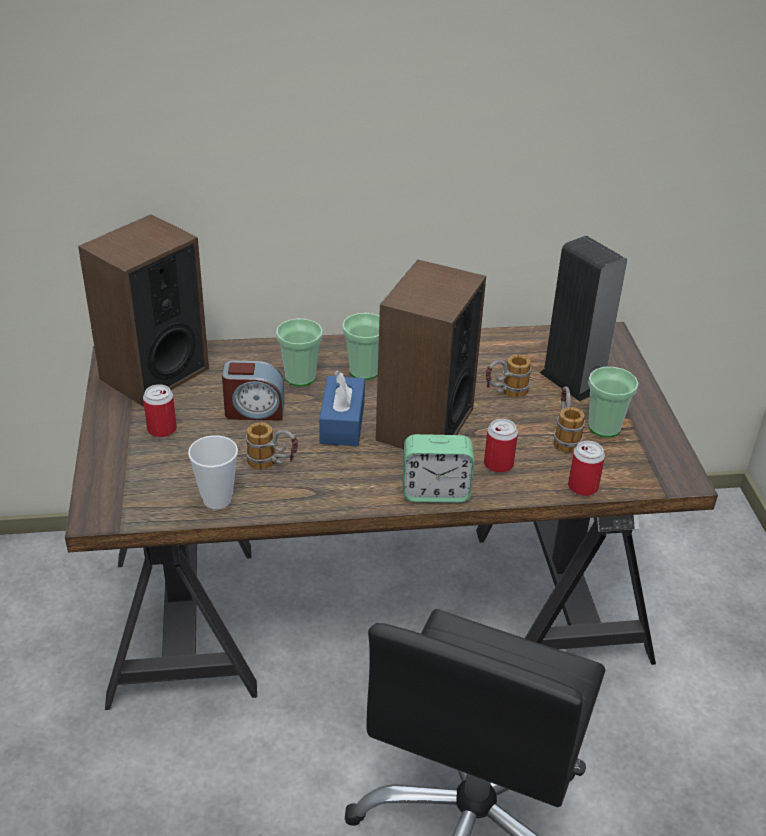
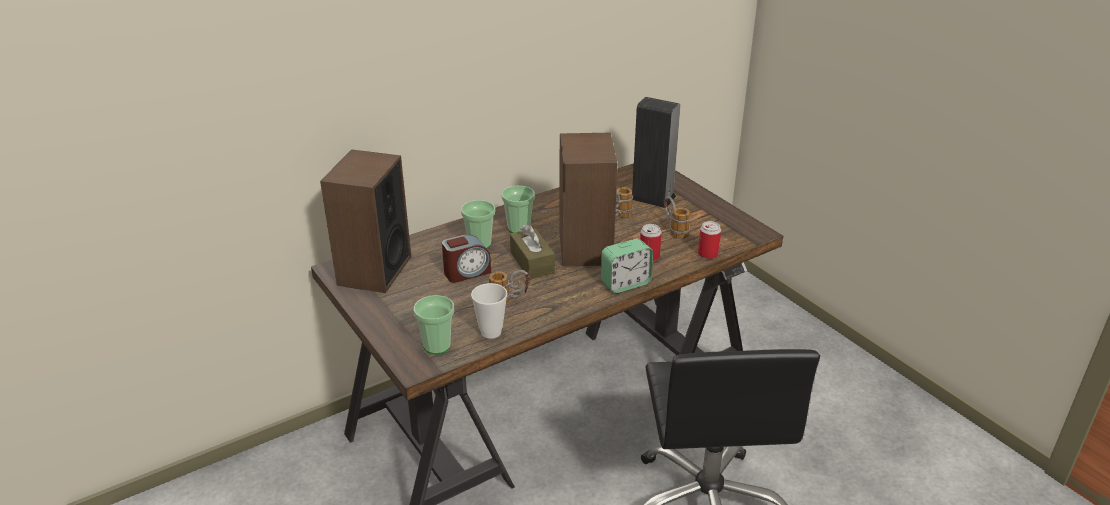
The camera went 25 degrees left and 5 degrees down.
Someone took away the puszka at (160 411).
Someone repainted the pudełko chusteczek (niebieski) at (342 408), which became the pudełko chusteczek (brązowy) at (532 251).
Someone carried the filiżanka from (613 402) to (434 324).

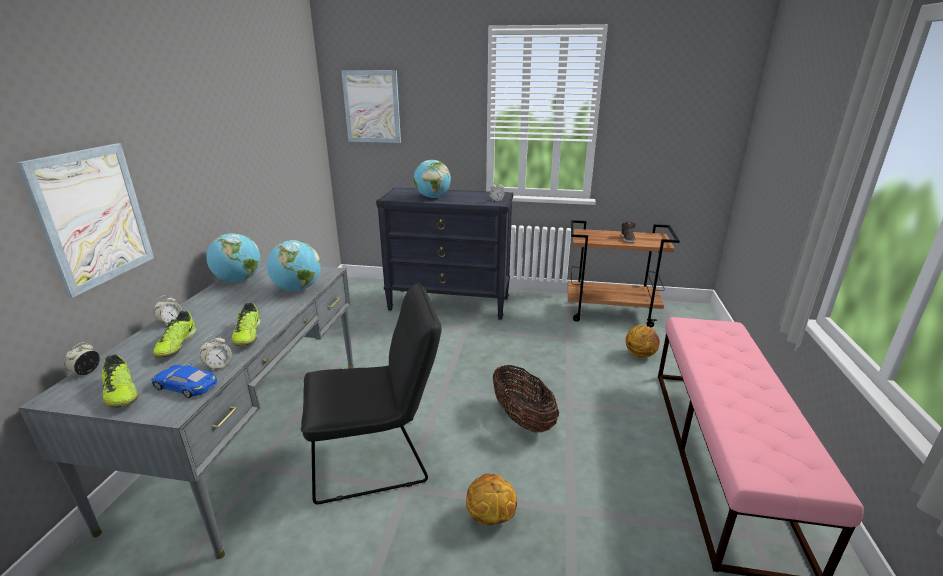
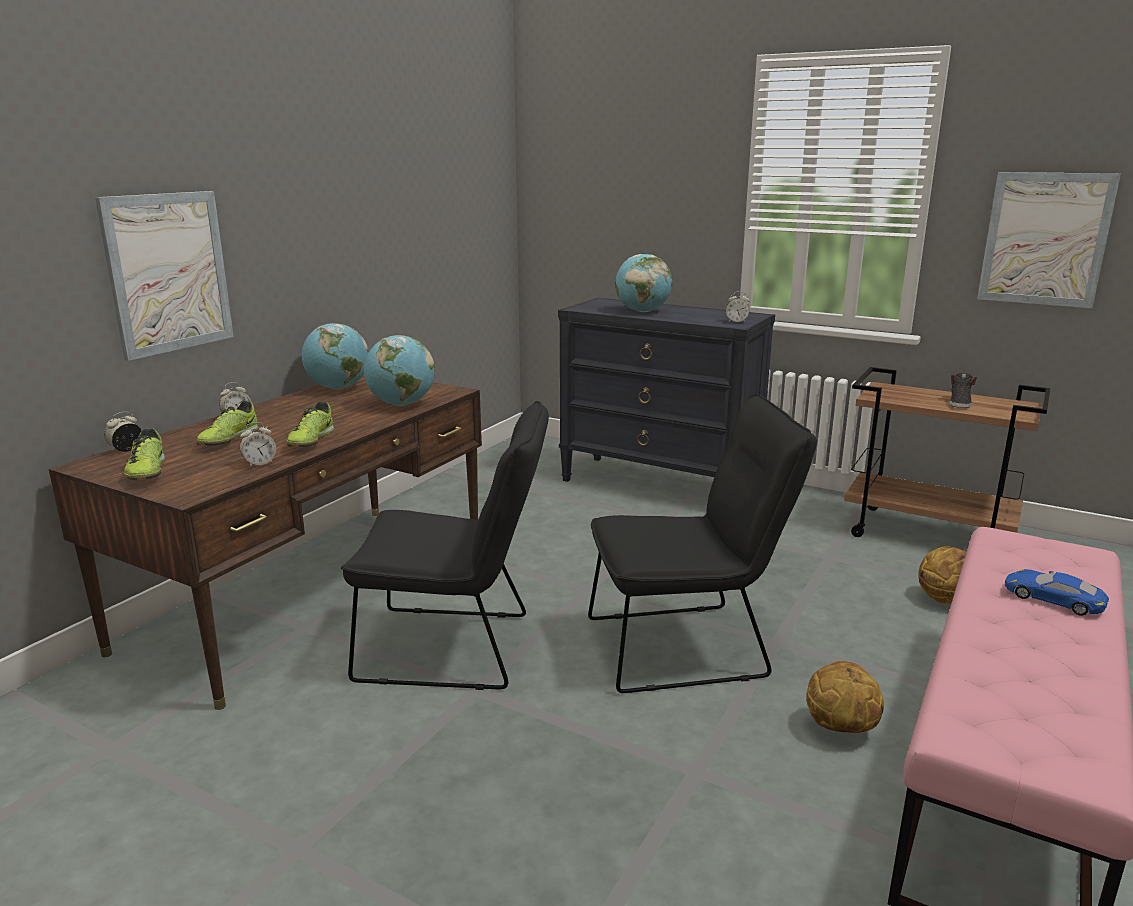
The camera went 20 degrees right and 5 degrees down.
Someone repainted the biurko (szary) at (186 410), which became the biurko (brązowy) at (265 542).
Someone carried the samochodzik (niebieski) from (184 381) to (1057 592).
Someone carried the obraz from (371 106) to (1049 240).
Someone carried the piłka do koszykówki from (491 499) to (845 697).
Someone swapped the koszyk at (526 399) for the krzesło (czarny) at (702 543).

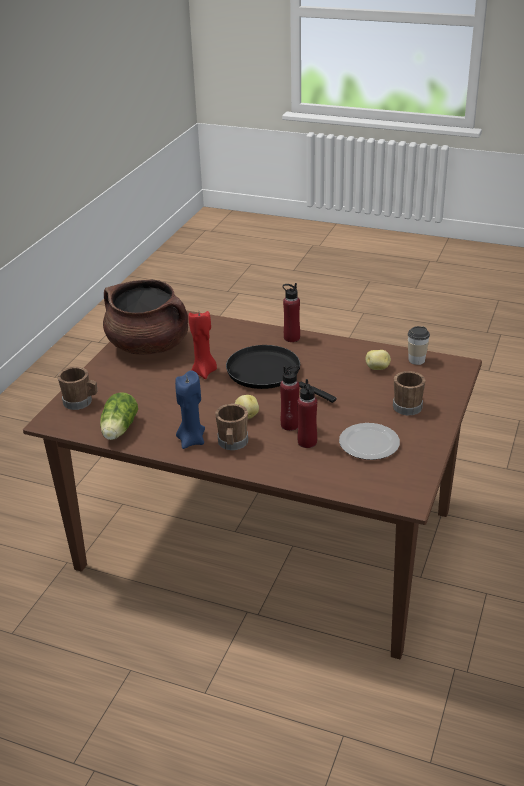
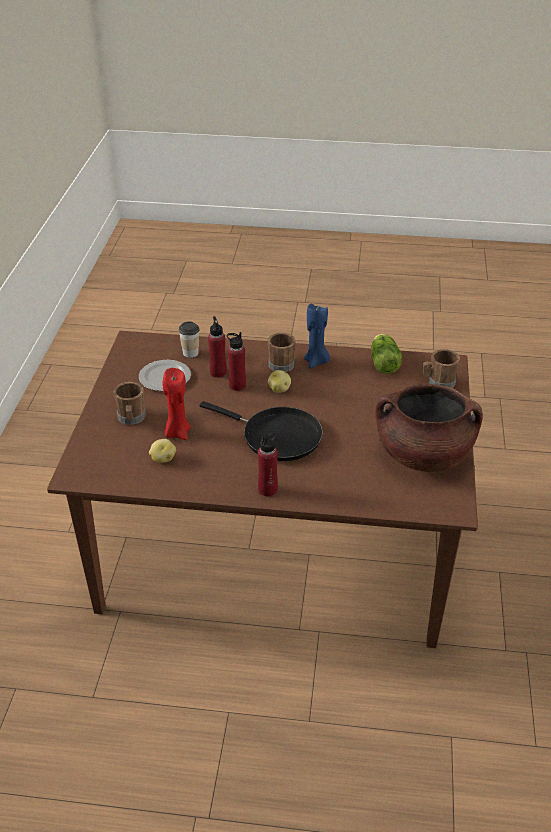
The camera went 165 degrees right and 5 degrees up.
Someone carried the świeca (czerwony) from (202 345) to (176 404).
Someone carried the filiżanka from (419 345) to (189 339).

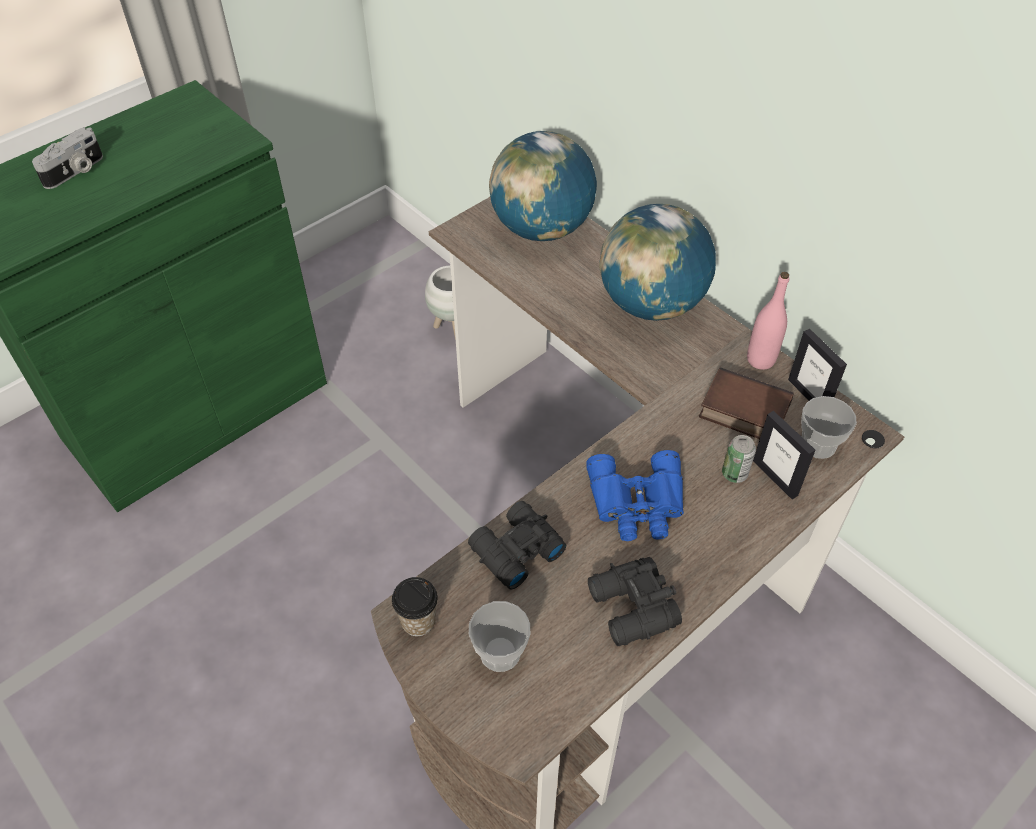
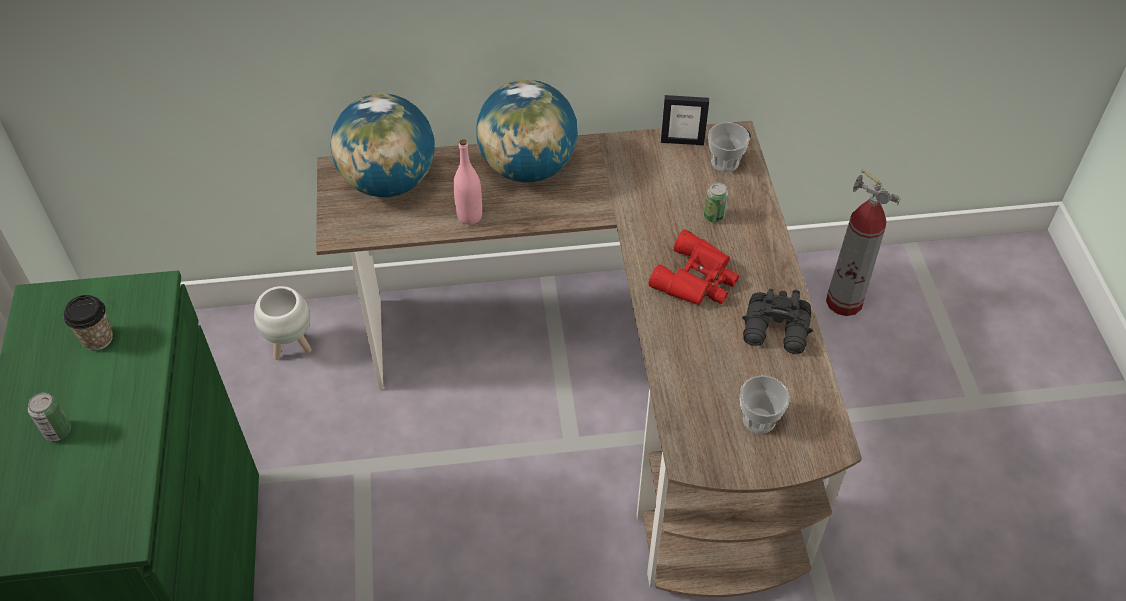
The camera went 55 degrees left and 0 degrees up.
Someone swapped the aparat fotograficzny at (67 158) for the puszka at (49 417).
Someone carried the filiżanka from (415 606) to (88 323).
Someone took away the lornetka (czarny) at (517 545).
Someone repainted the lornetka (niebieski) at (635 495), which became the lornetka (czerwony) at (694 267).
Someone took away the książka at (746 403).
Someone carried the butelka (różowy) from (768 321) to (467 182).
Someone took away the ramka na zdjęcie at (784 455).
Someone put down the gaśnica at (863 242).

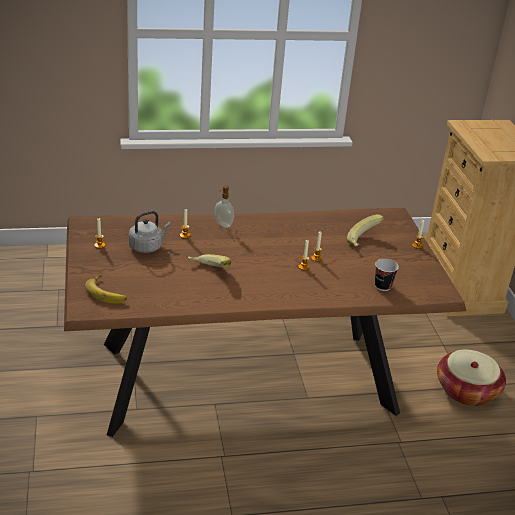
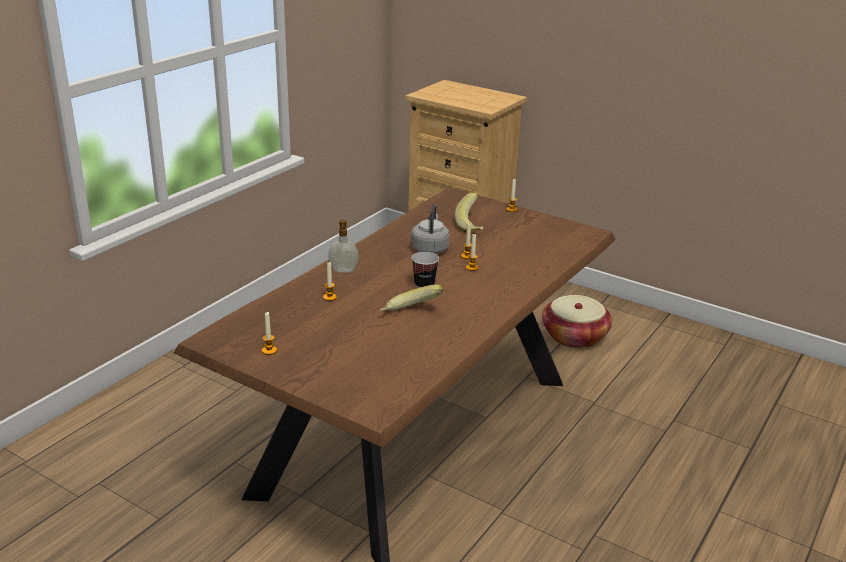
The camera went 45 degrees left and 5 degrees down.
Someone took away the banan at (106 289).
Someone carried the czajnik (szary) from (150 232) to (430 229).
Someone carried the filiżanka from (387 275) to (425 270).

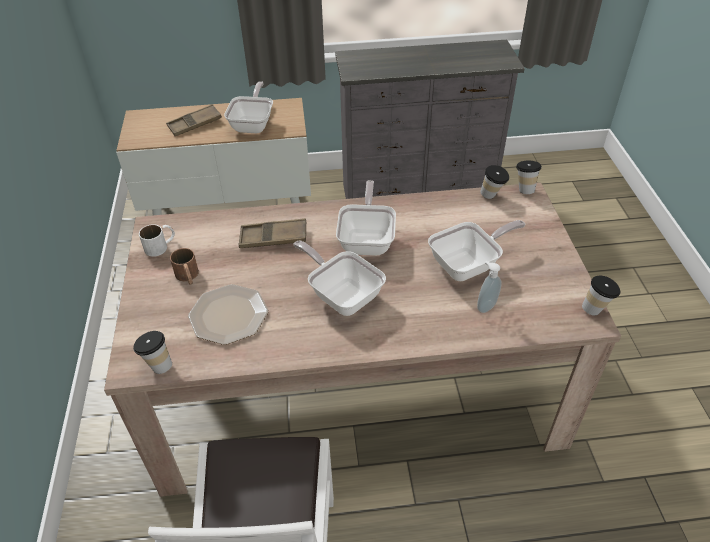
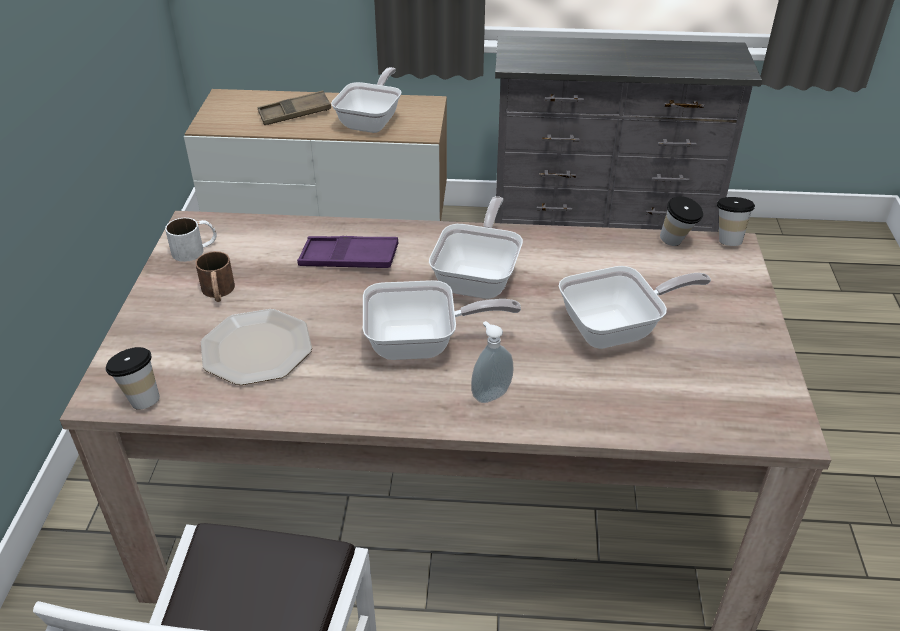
The camera went 10 degrees right and 5 degrees down.
Someone repainted the taca (brązowy) at (272 233), which became the taca (fioletowy) at (348 252).
Someone rotated the patelnia at (339 278) by 120 degrees clockwise.
Someone carried the dozownik mydła from (489 287) to (492 362).
Someone took away the filiżanka at (601 295).

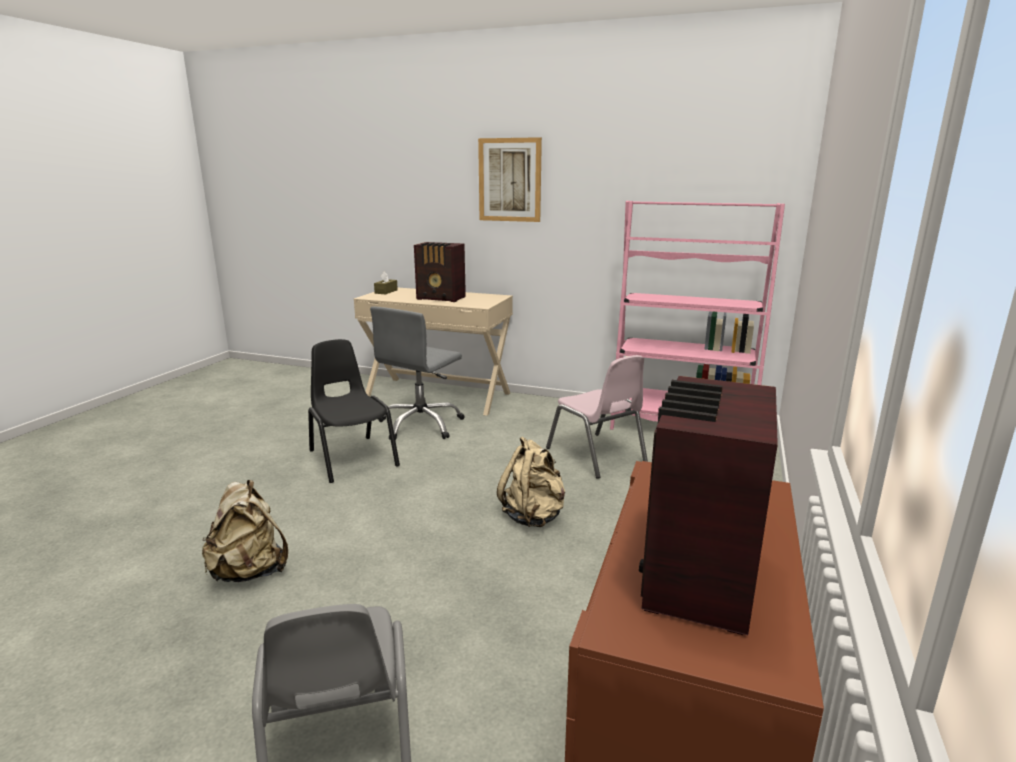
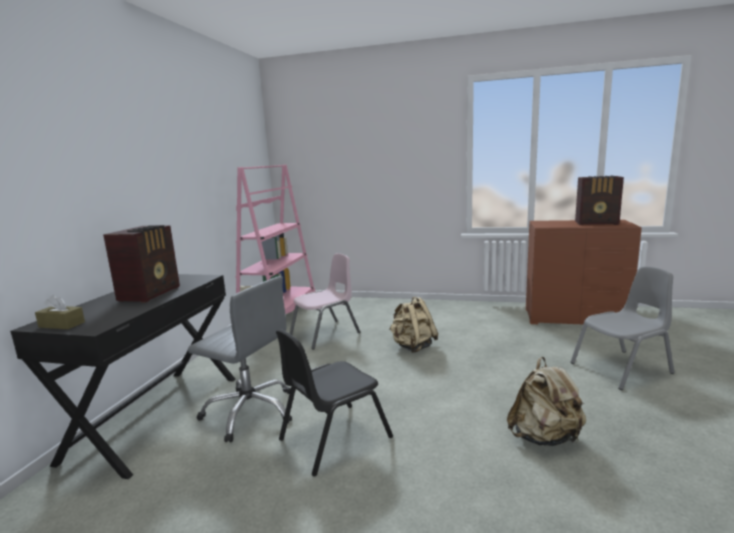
The camera went 95 degrees left and 5 degrees down.
Someone repainted the biurko (beżowy) at (433 351), which became the biurko (czarny) at (123 376).
Someone took away the obraz at (510 179).

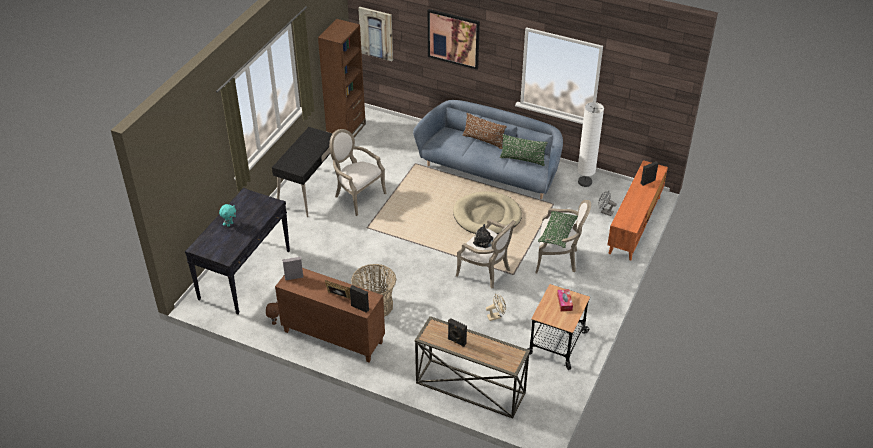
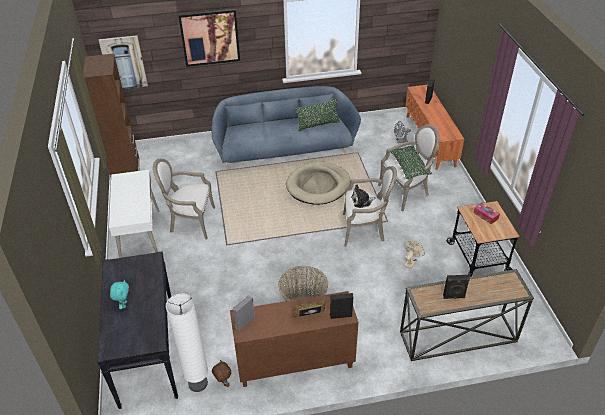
The camera went 35 degrees left and 0 degrees up.
Someone repainted the biurko (czarny) at (302 172), which became the biurko (biały) at (134 214).
Someone took away the poduszka (brązowy) at (485 131).
Someone carried the lampa stojąca (biały) from (590 144) to (187 342).

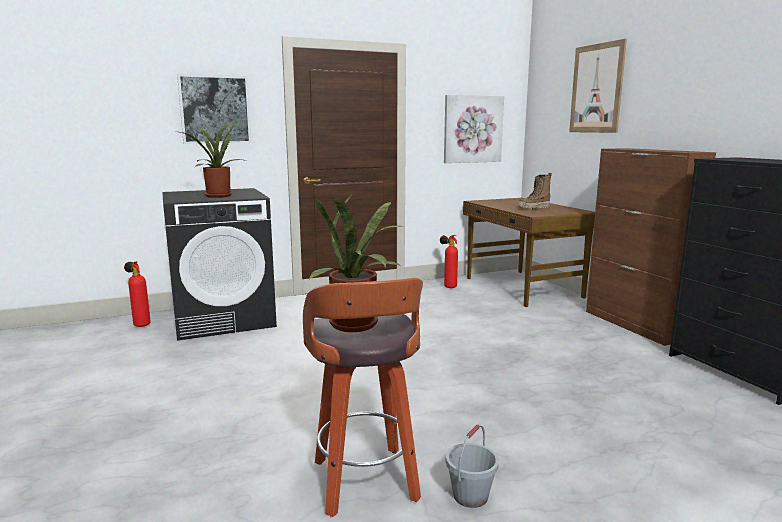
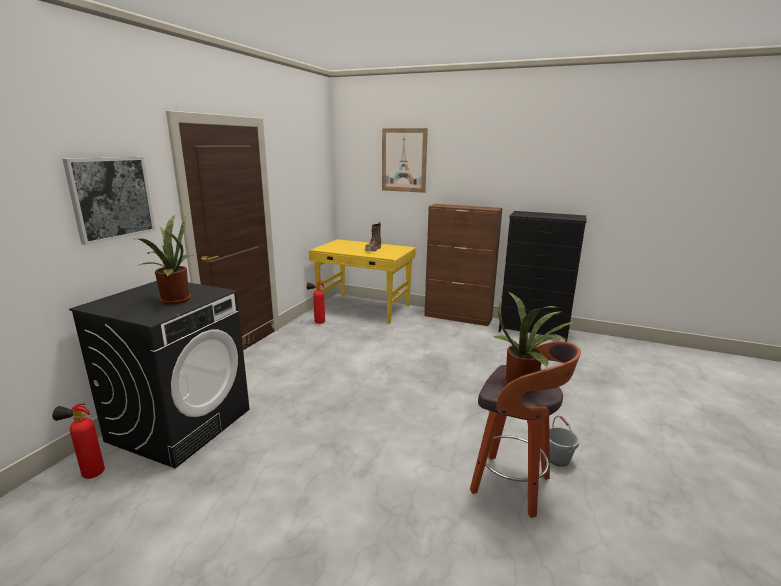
The camera went 45 degrees left and 5 degrees up.
Someone took away the obraz at (474 129).
Someone repainted the biurko (brązowy) at (529 252), which became the biurko (żółty) at (362 281).

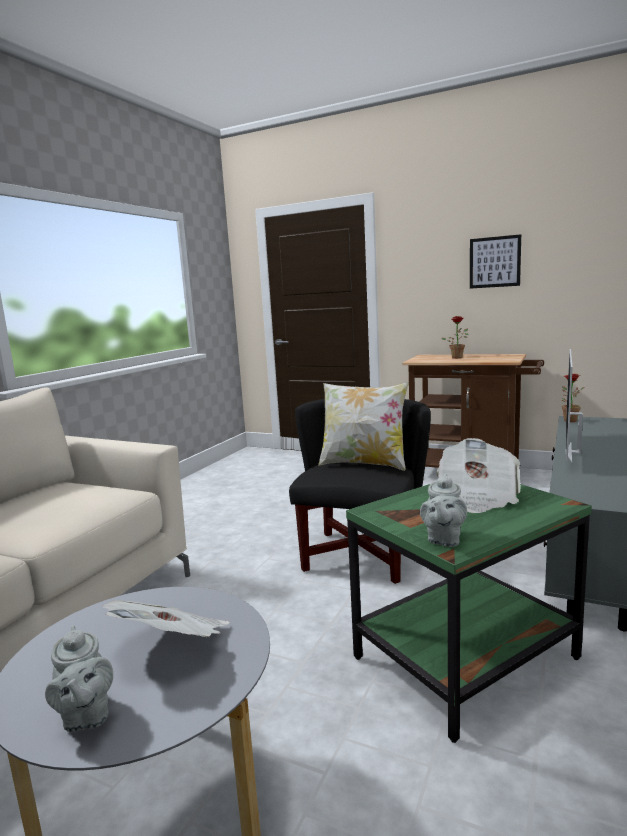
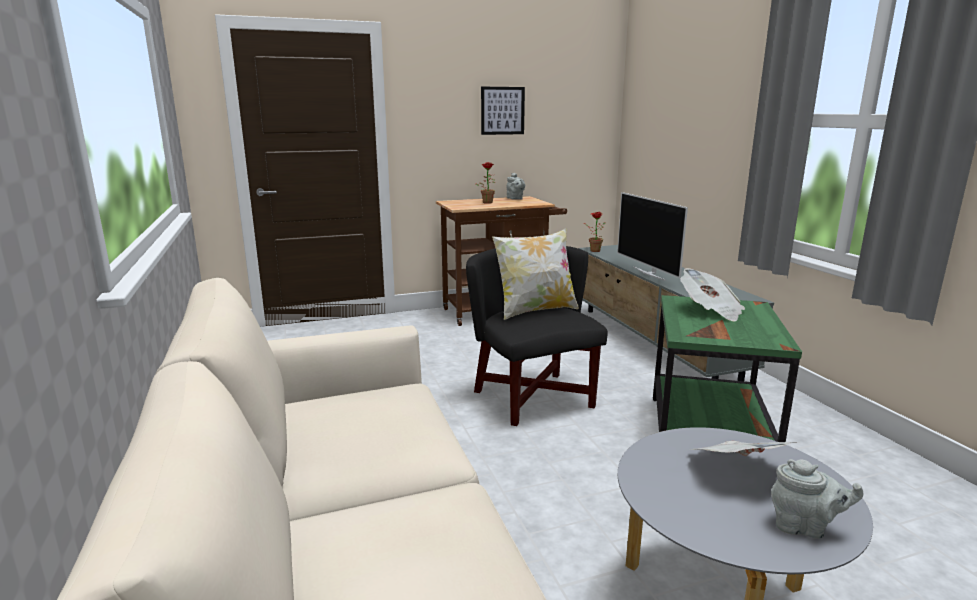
The camera went 45 degrees left and 5 degrees up.
Someone carried the imbryk (szary) from (443 510) to (515 186).

